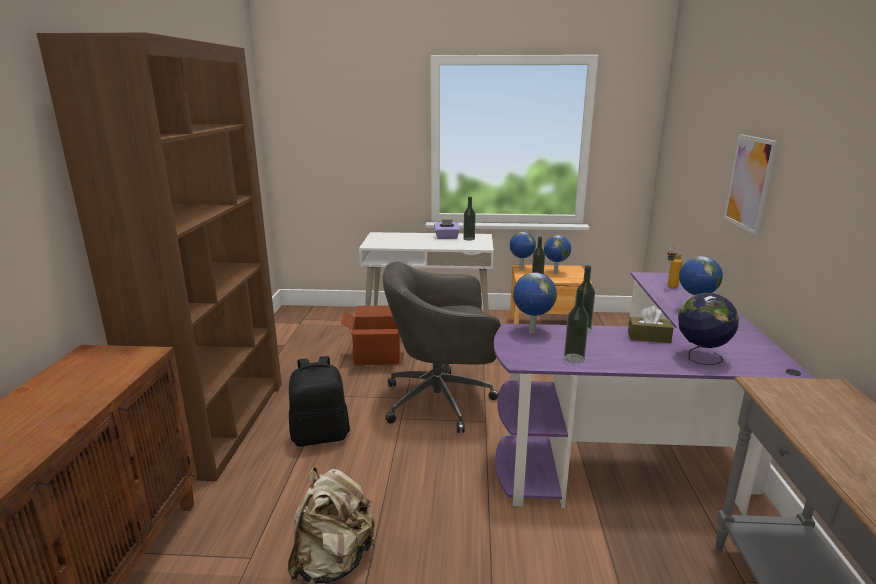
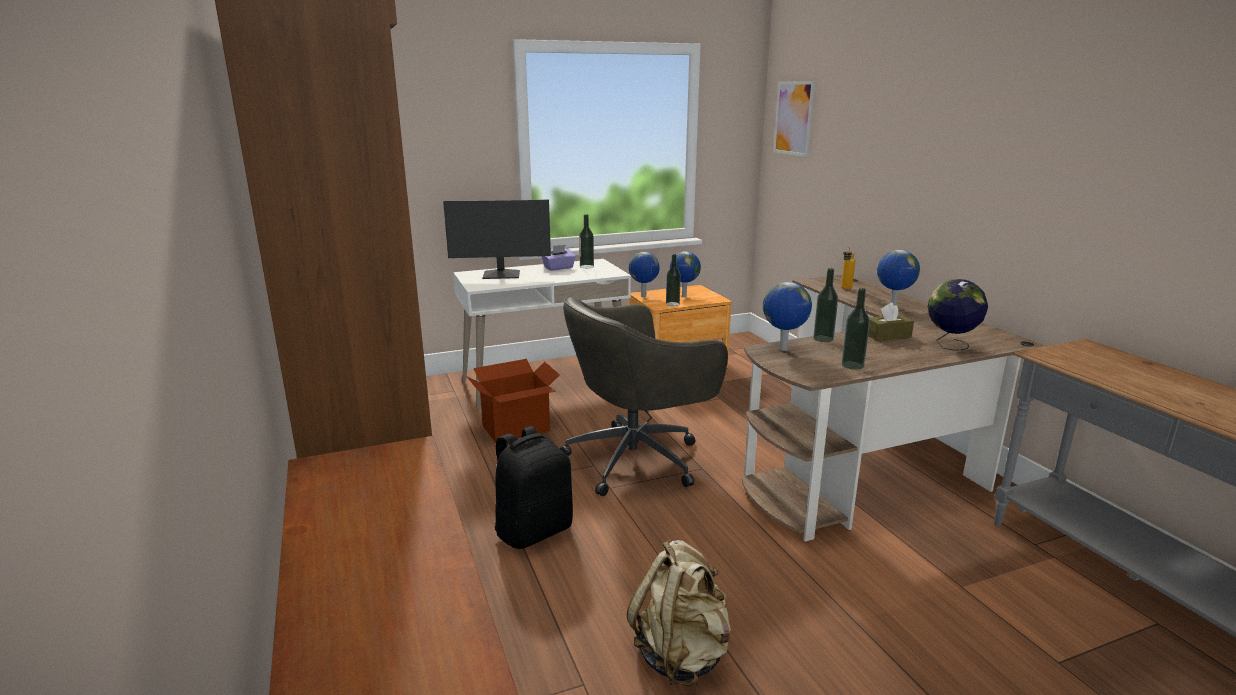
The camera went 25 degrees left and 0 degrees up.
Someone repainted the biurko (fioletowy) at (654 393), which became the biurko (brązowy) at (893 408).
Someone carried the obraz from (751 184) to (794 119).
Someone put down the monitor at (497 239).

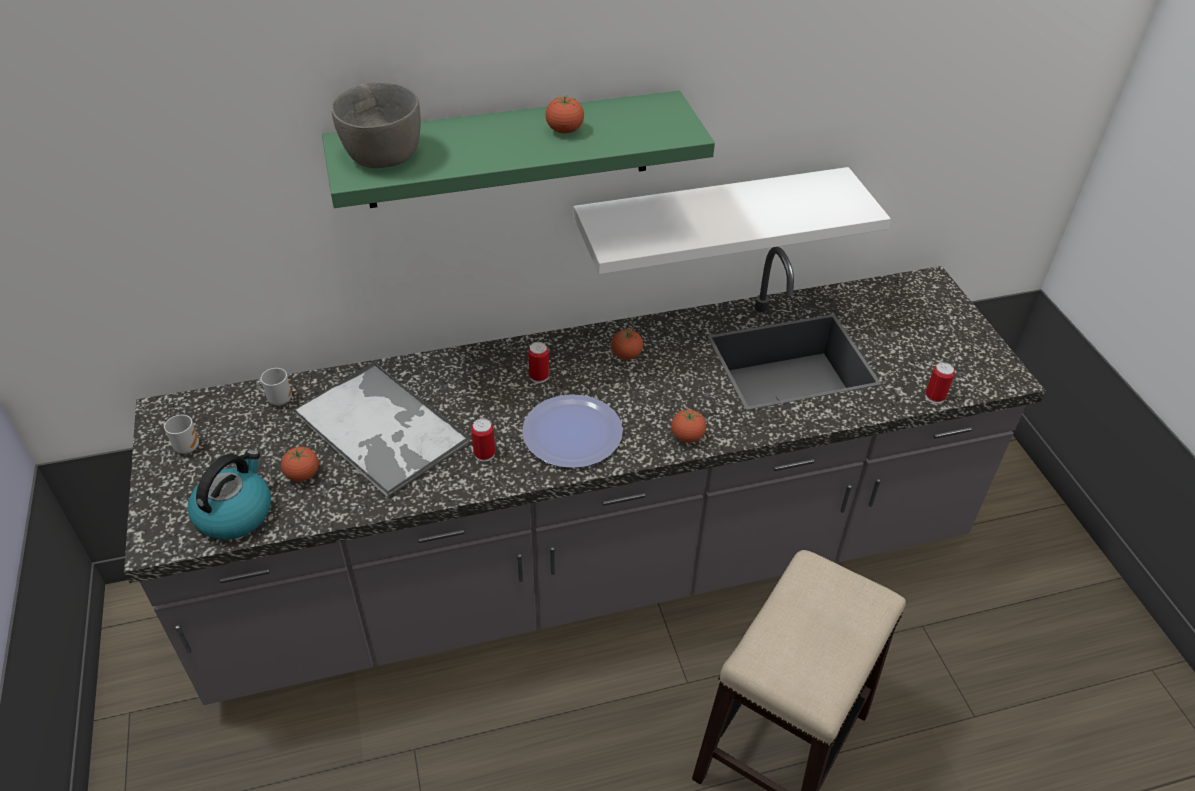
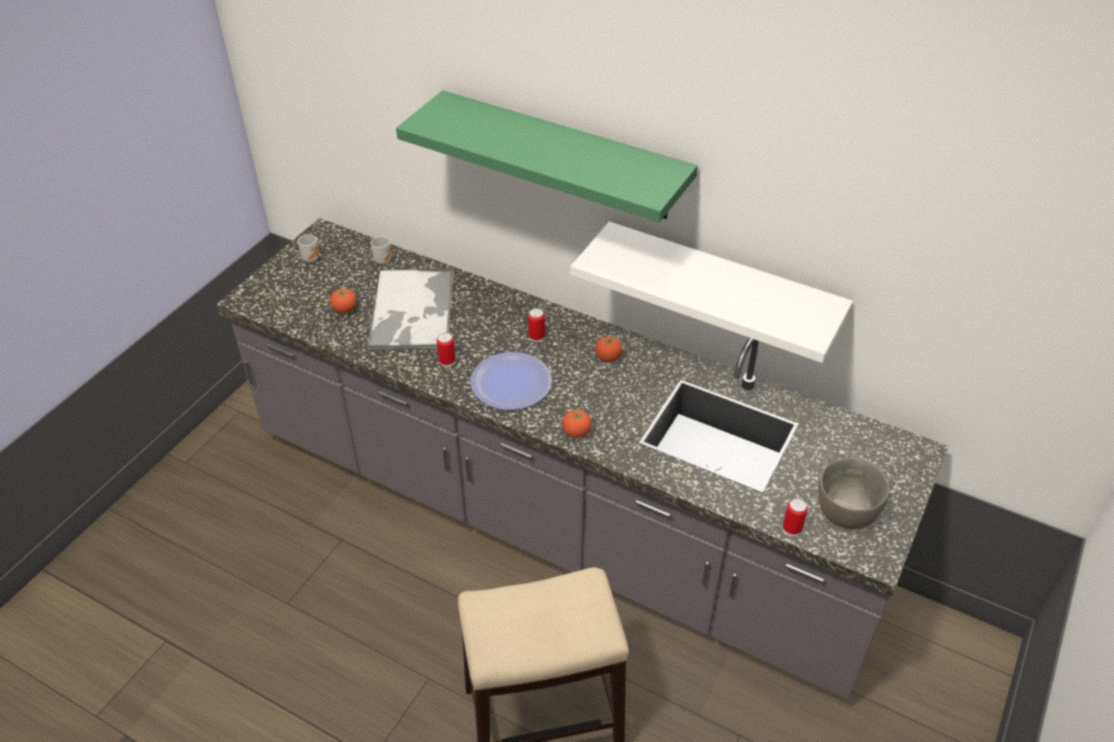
The camera went 45 degrees right and 0 degrees up.
Someone took away the czajnik at (229 495).
Someone carried the miska (szary) from (375 125) to (853 493).
Someone took away the pomidor at (564 115).

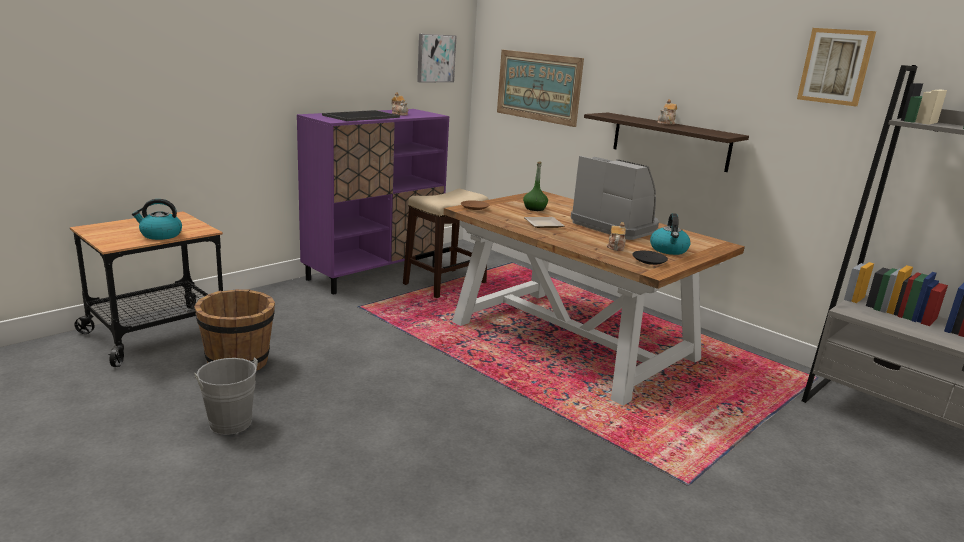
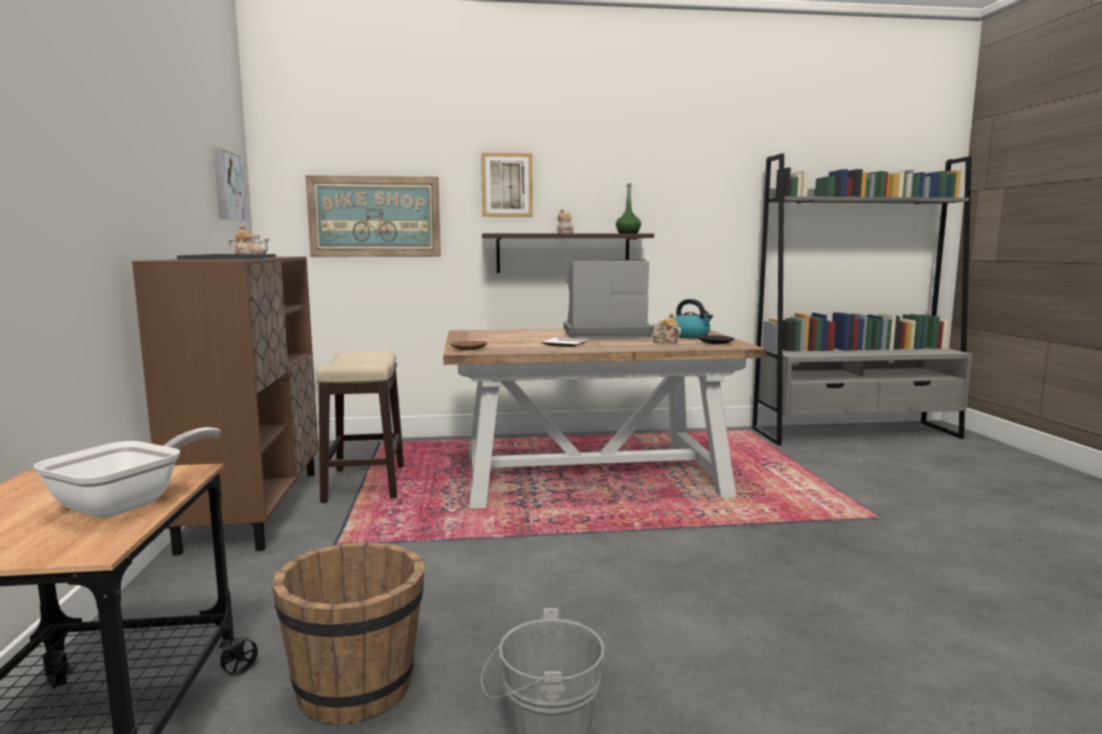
The camera went 50 degrees left and 10 degrees down.
Someone swapped the czajnik at (157 219) for the patelnia at (127 472).
Someone repainted the szafka (fioletowy) at (373 201), which became the szafka (brązowy) at (225 406).
Someone carried the butelka (zielony) from (535 186) to (628 208).
Someone carried the obraz from (836 67) to (507 185).

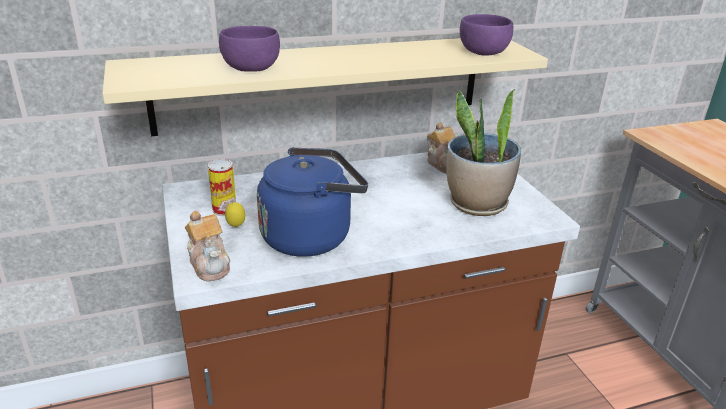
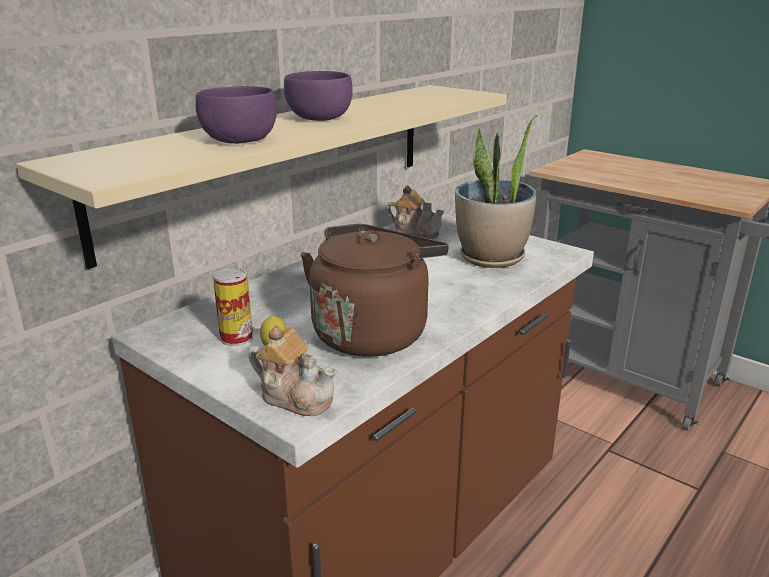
The camera went 30 degrees left and 5 degrees down.
Someone repainted the czajnik (niebieski) at (312 202), which became the czajnik (brązowy) at (375 290).
Someone carried the miska (fioletowy) from (486 35) to (318 96).

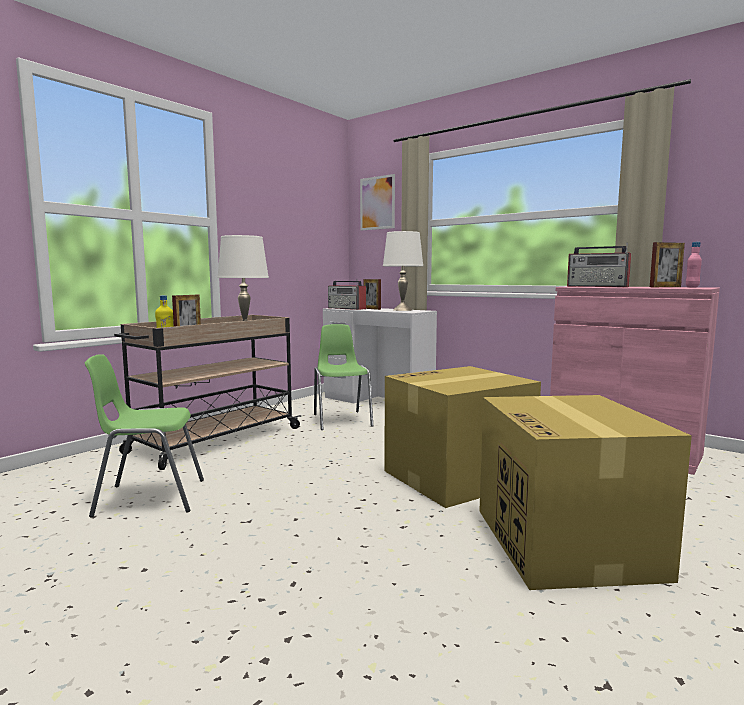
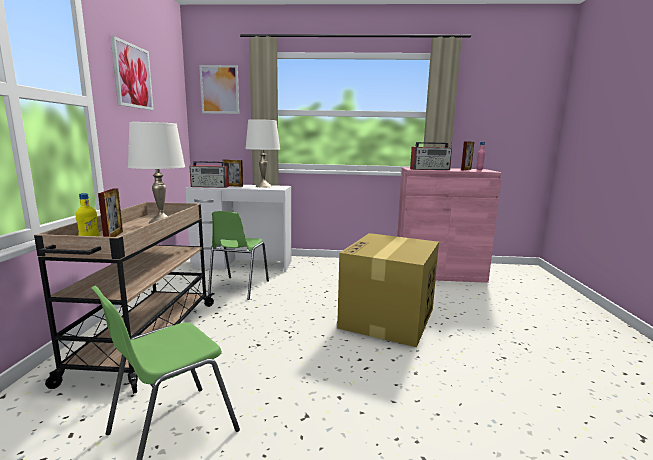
The camera went 35 degrees left and 5 degrees up.
Someone rotated the krzesło (zielony) at (343 377) by 120 degrees counterclockwise.
Someone took away the karton at (585 492).
Someone put up the obraz at (132 73).

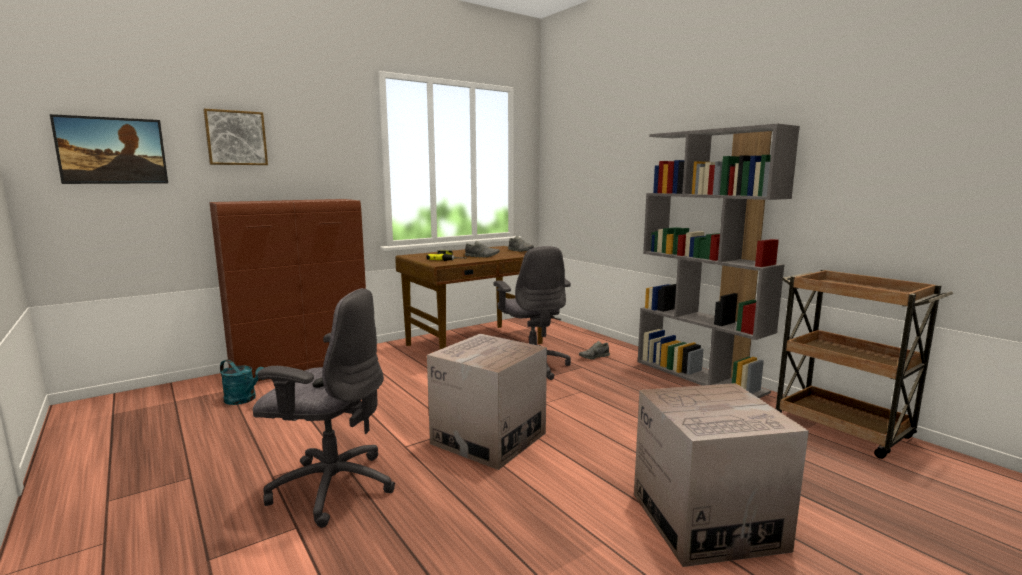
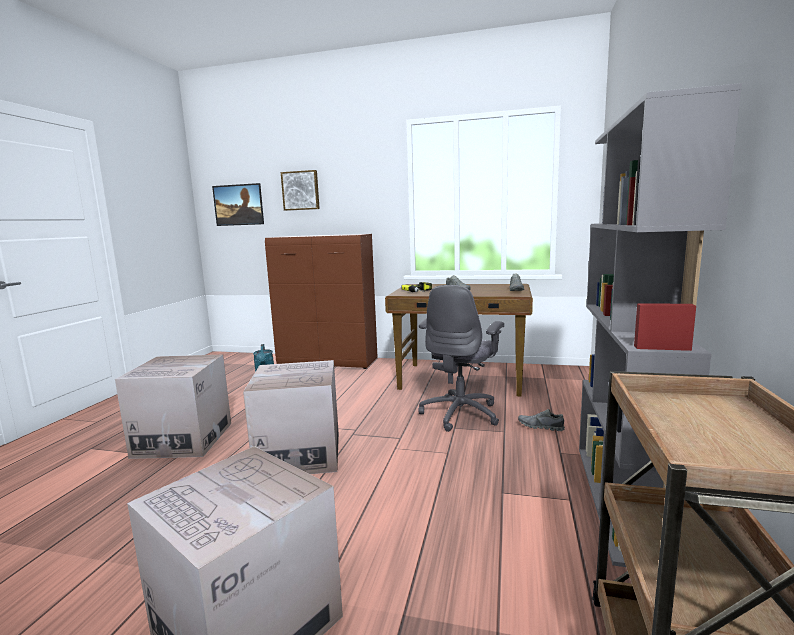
The camera went 50 degrees right and 0 degrees up.
Someone swapped the krzesło biurowe (szary) at (324 408) for the karton at (173 407).

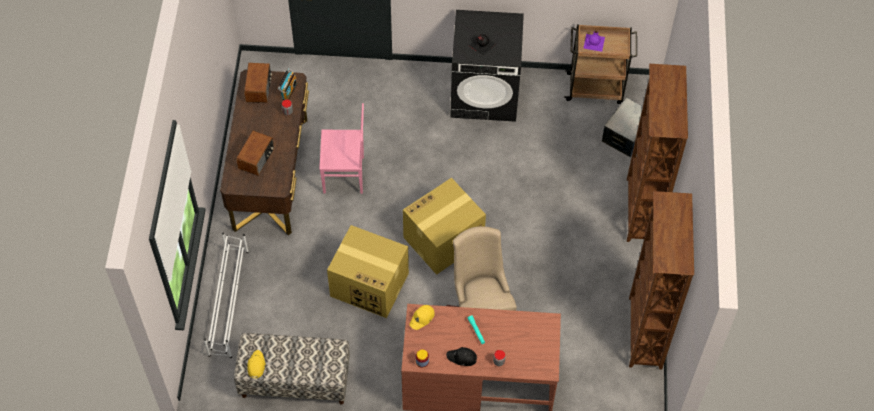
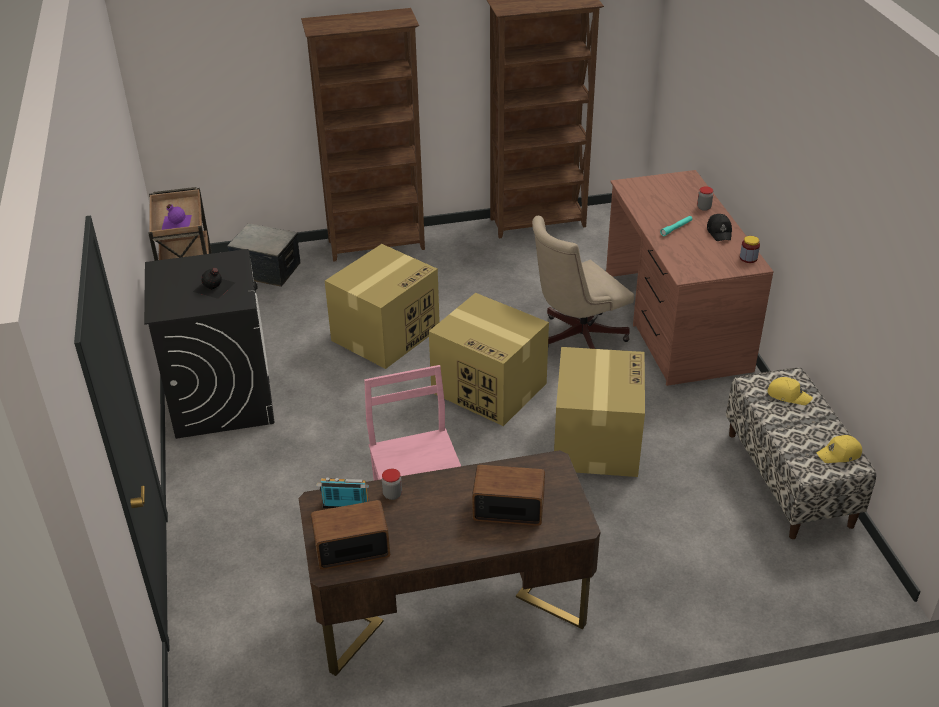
The camera went 105 degrees left and 20 degrees down.
Someone took away the regał na buty (biały) at (226 295).
Someone carried the czapka z daszkiem (żółty) from (422 317) to (790 391).
Someone put down the karton at (382 306).

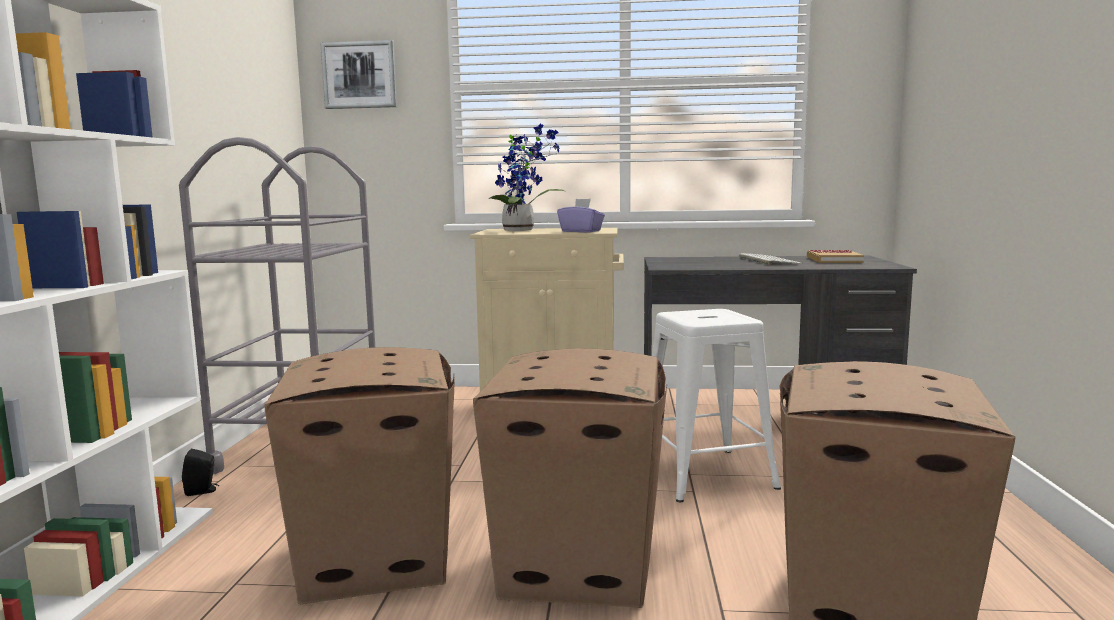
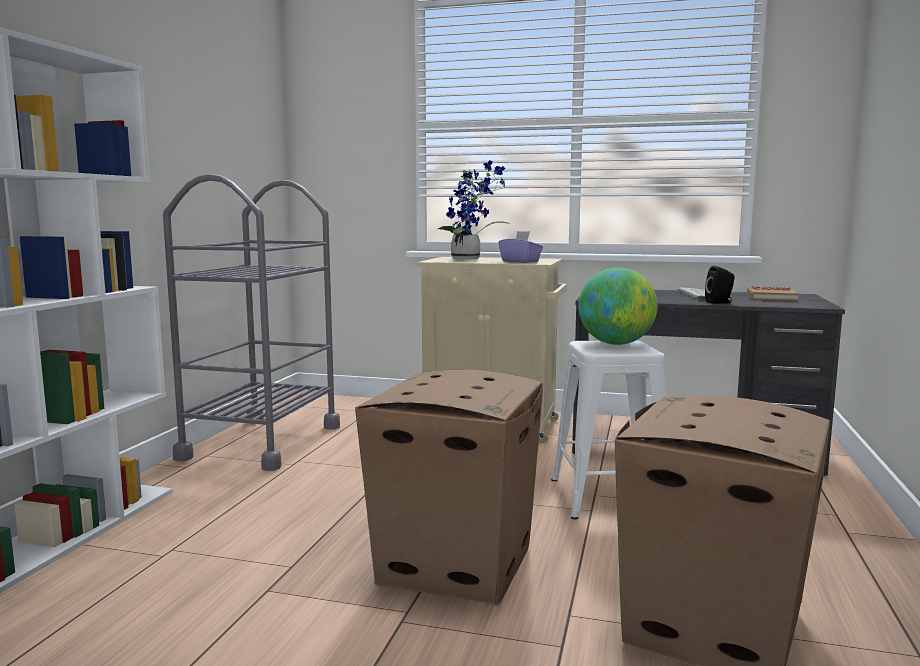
The camera went 10 degrees right and 0 degrees up.
Someone carried the głośnik (czarny) from (200 472) to (720 285).
Someone took away the karton at (360 475).
Someone took away the obraz at (358 74).
Someone put down the globus at (618 306).

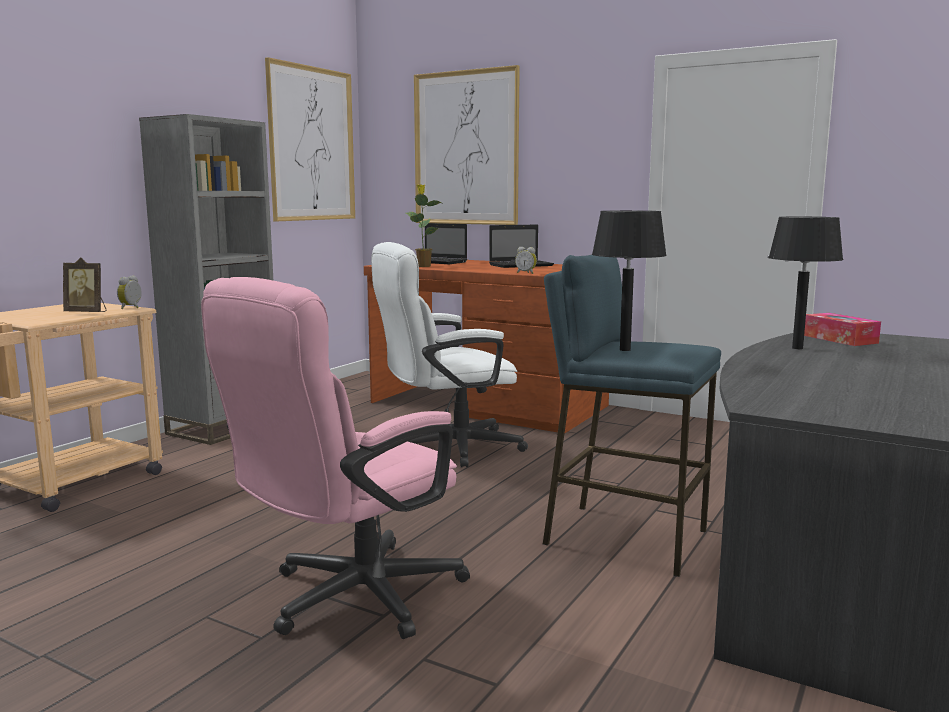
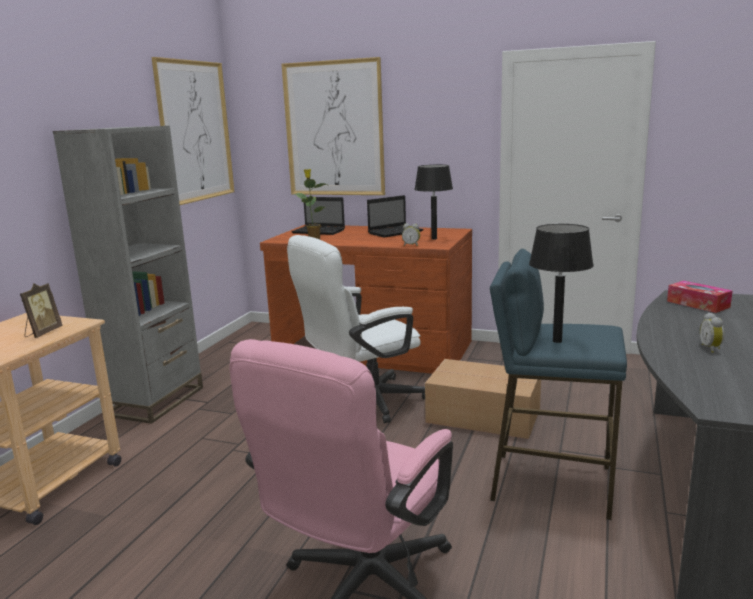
The camera went 10 degrees left and 5 degrees up.
Someone rotated the ramka na zdjęcie at (85 284) by 75 degrees counterclockwise.
Someone carried the budzik from (129 292) to (712 332).
Someone carried the lampa stołowa (czarny) from (805 283) to (433 202).
Someone put down the karton at (483 399).

